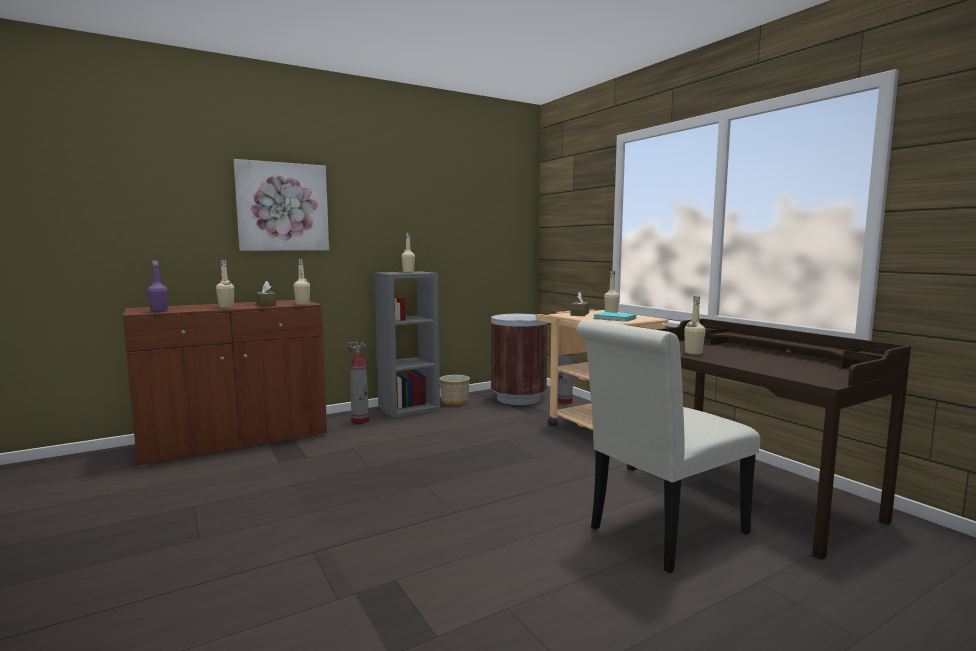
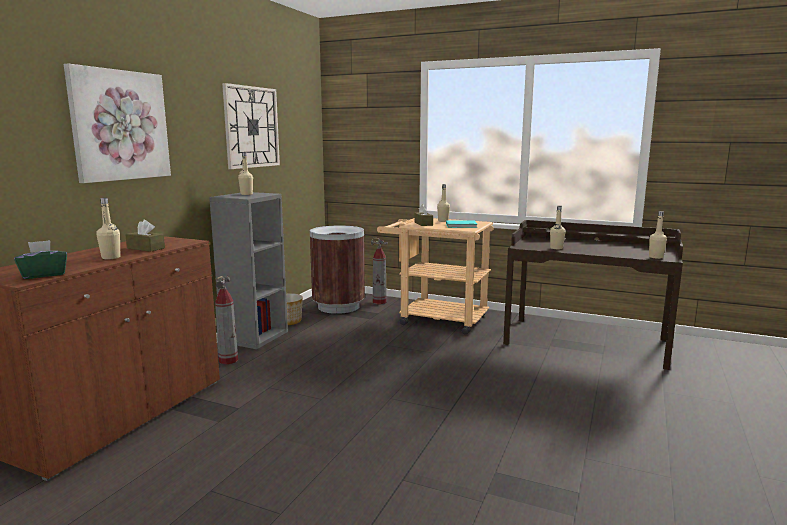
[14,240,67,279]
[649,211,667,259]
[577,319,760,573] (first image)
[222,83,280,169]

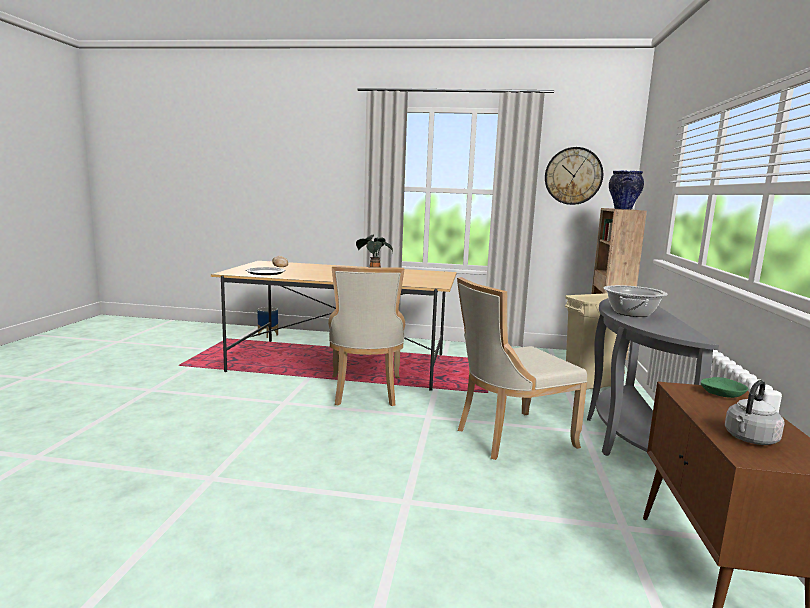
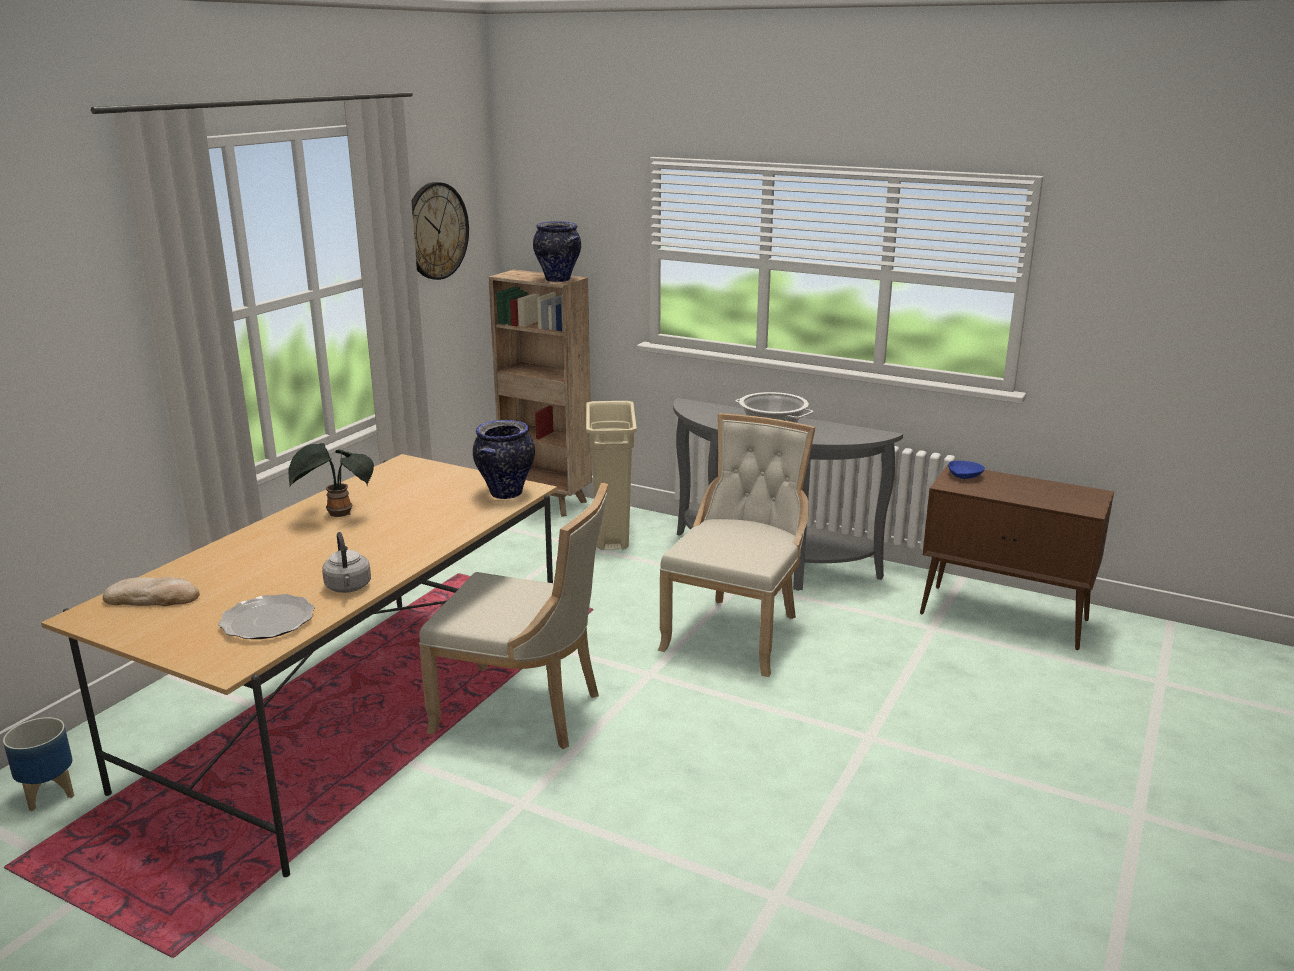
[658,413,815,677]
[948,461,985,479]
[322,532,371,593]
[473,420,535,499]

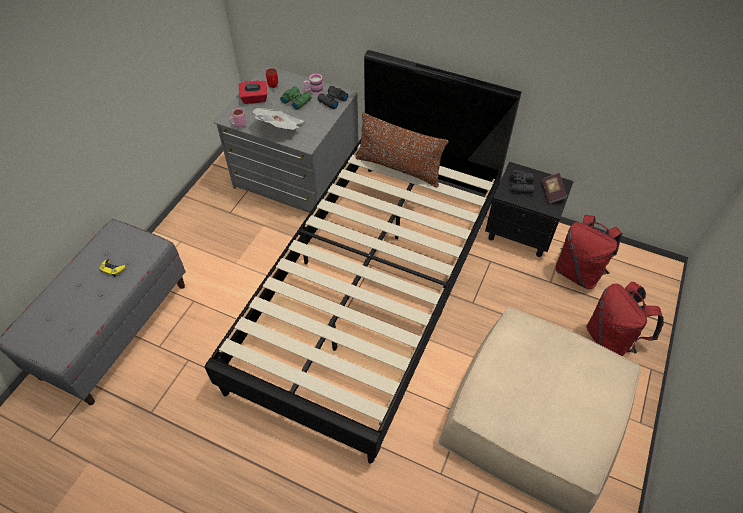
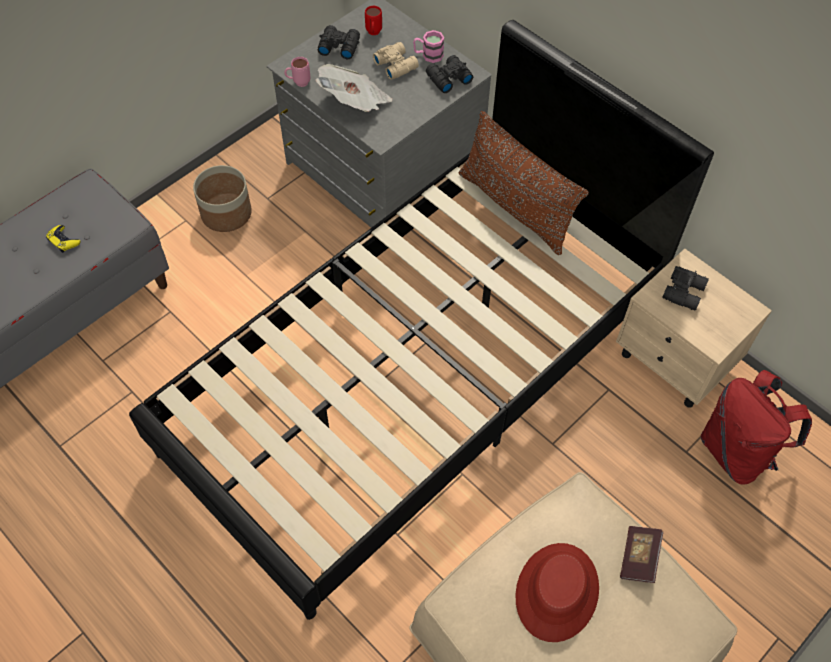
[318,25,360,59]
[373,42,419,80]
[616,249,772,408]
[620,526,663,583]
[586,282,664,356] (first image)
[193,165,252,232]
[515,543,599,642]

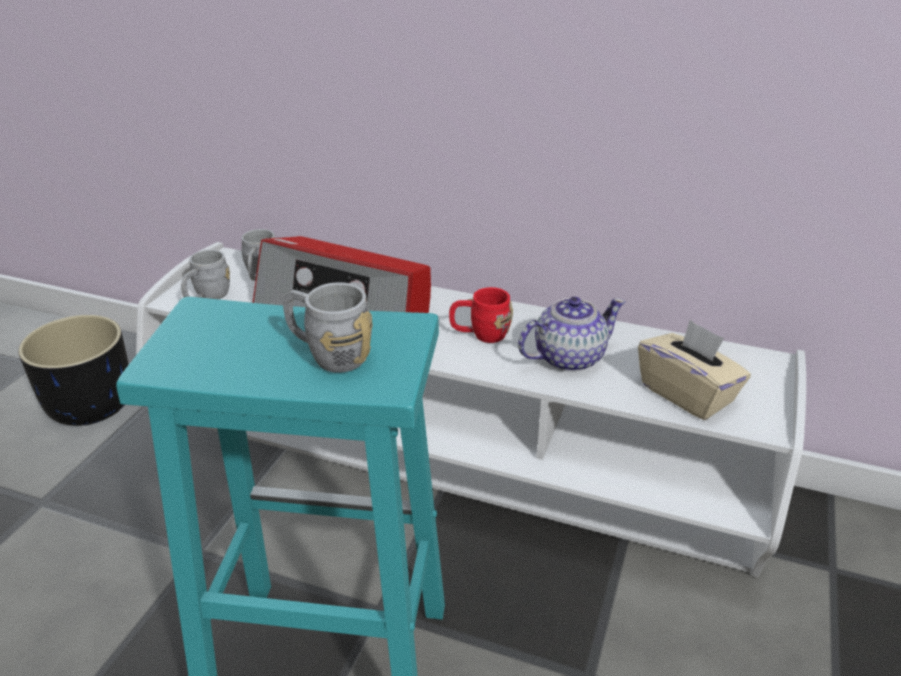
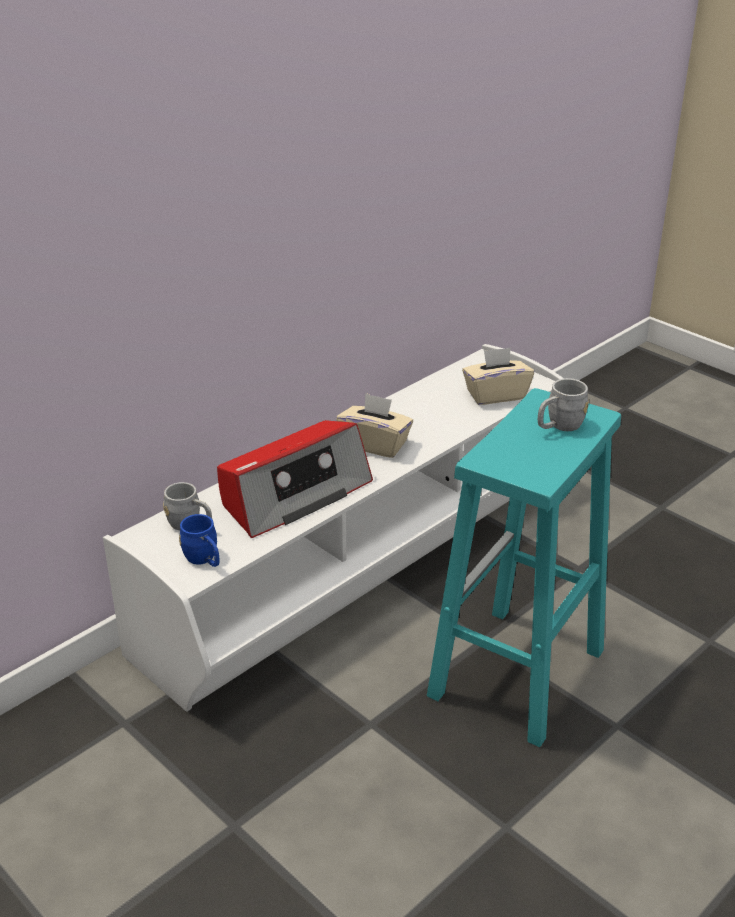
[18,315,129,426] (first image)
[179,514,220,567]
[336,393,413,458]
[518,297,625,372] (first image)

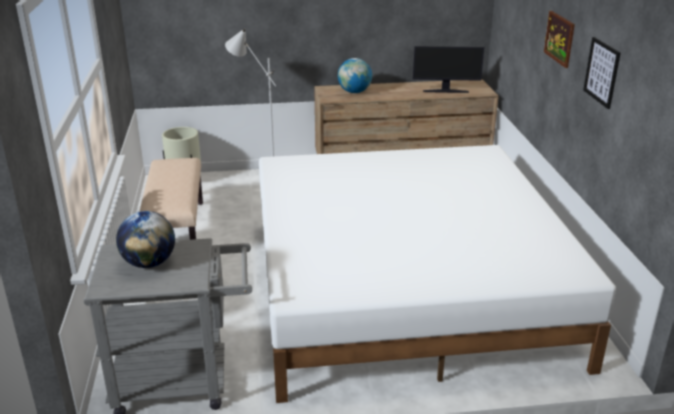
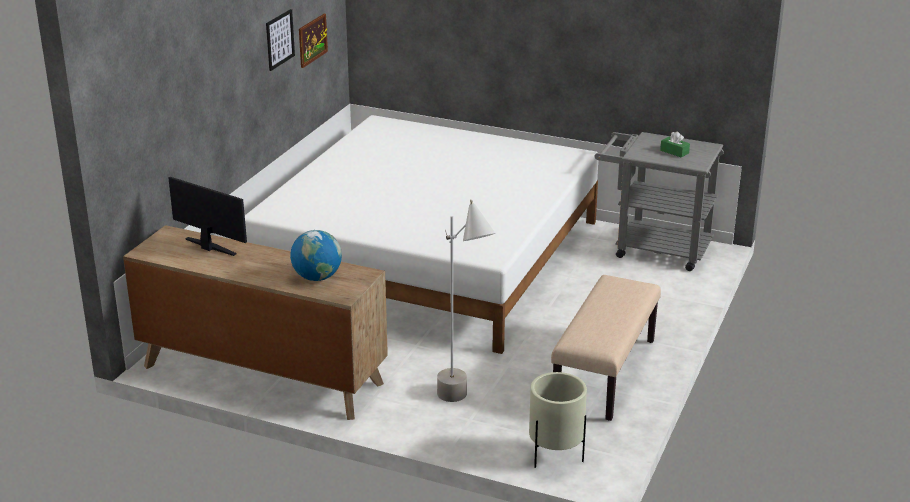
[660,131,690,158]
[299,14,328,68]

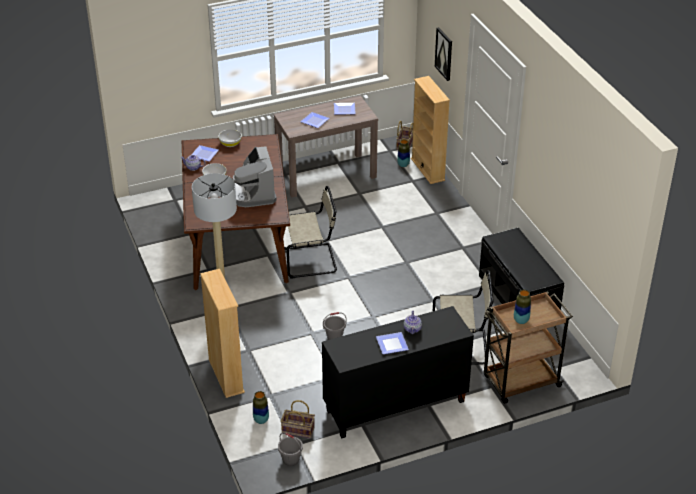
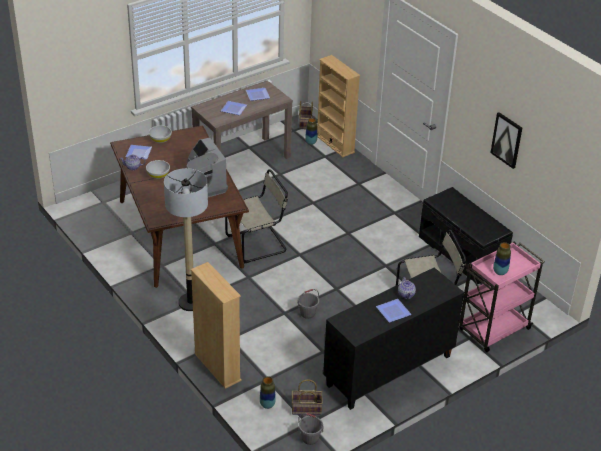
[491,112,522,169]
[459,242,545,352]

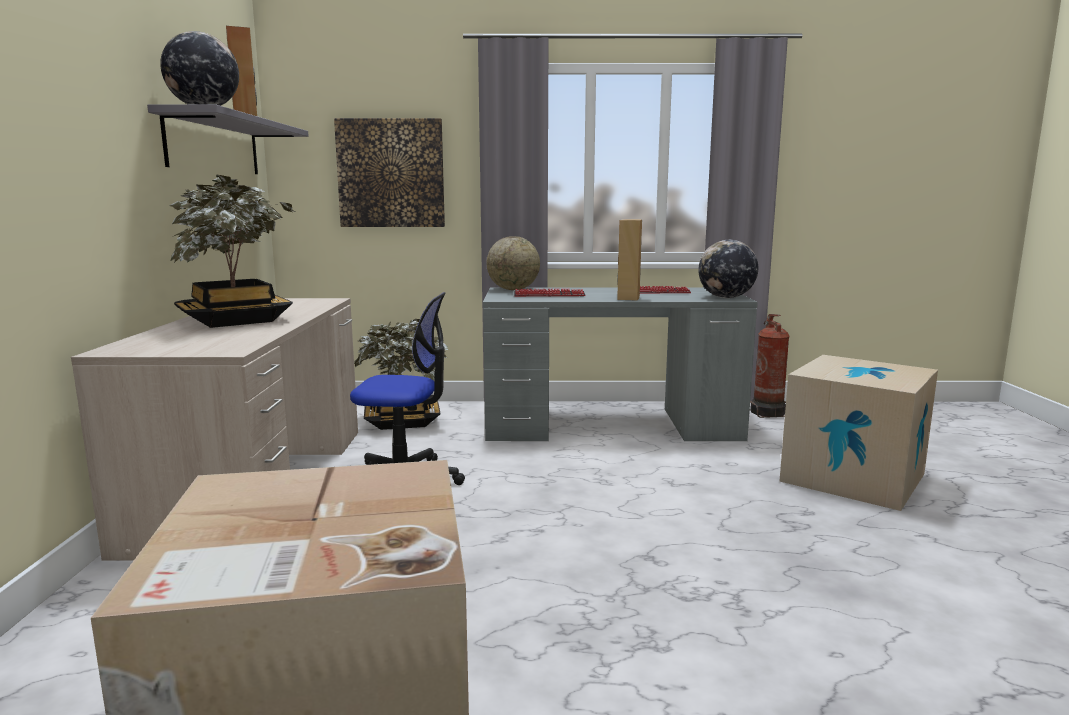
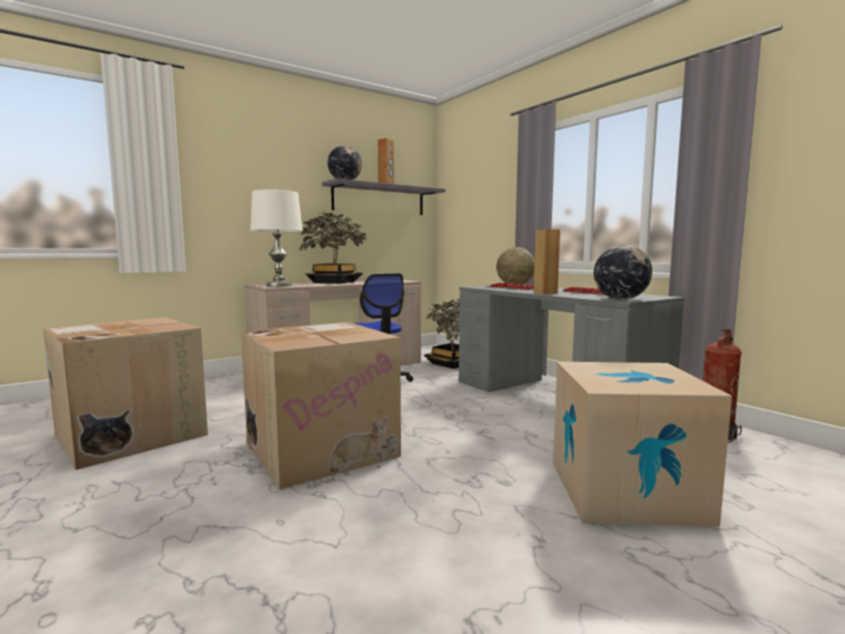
[334,118,445,227] (first image)
[241,322,401,489]
[250,189,303,287]

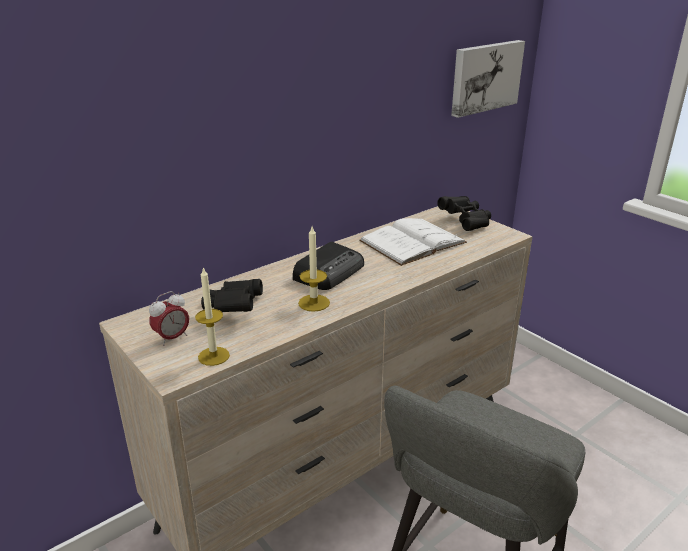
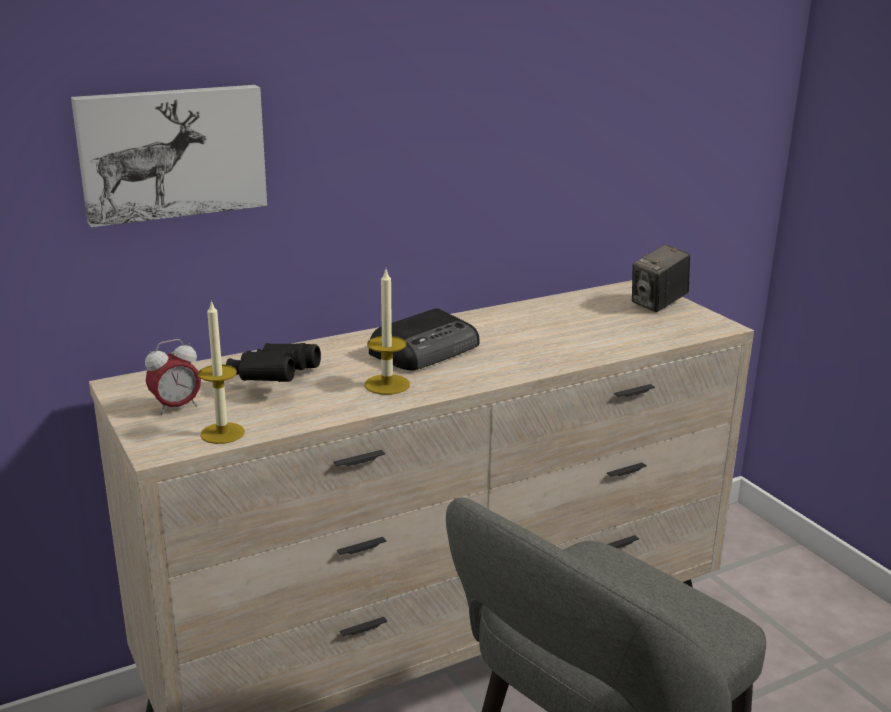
[359,218,467,266] (first image)
[632,244,690,312]
[71,85,267,227]

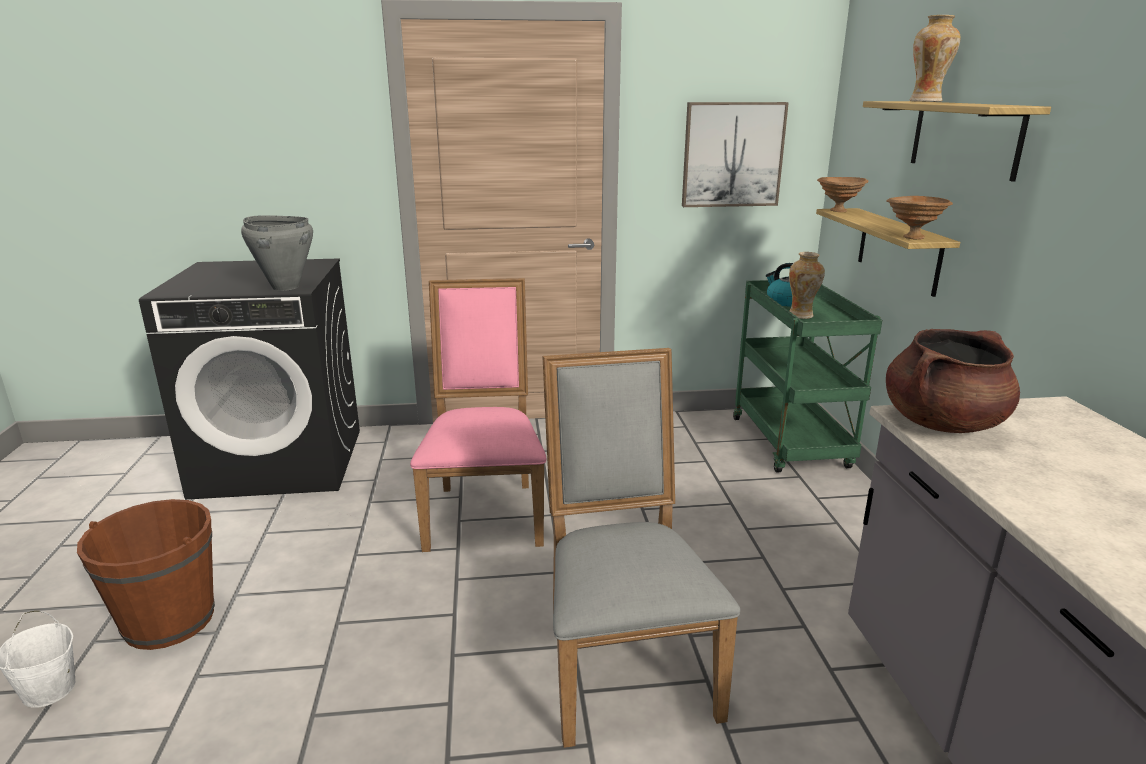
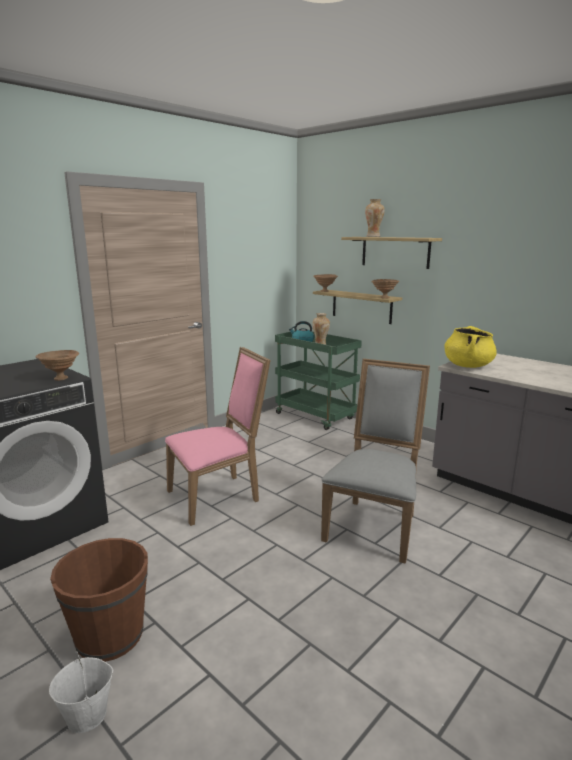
[35,350,79,381]
[165,347,270,526]
[321,359,430,563]
[682,102,789,207] (first image)
[445,326,497,368]

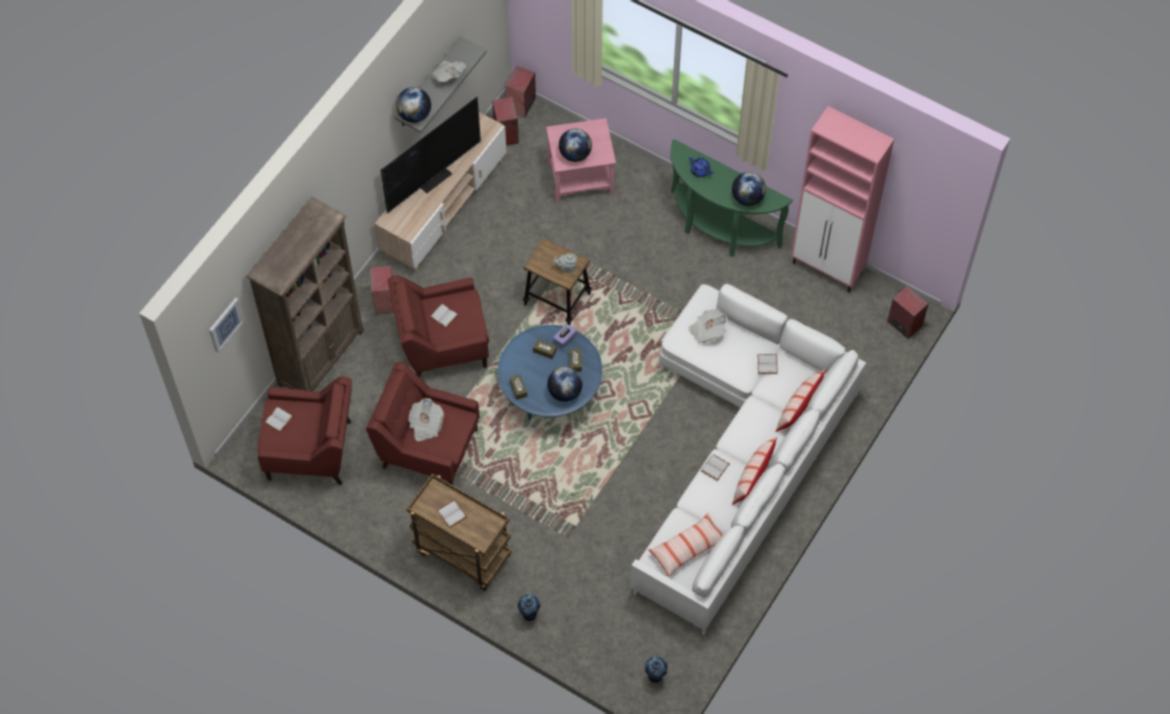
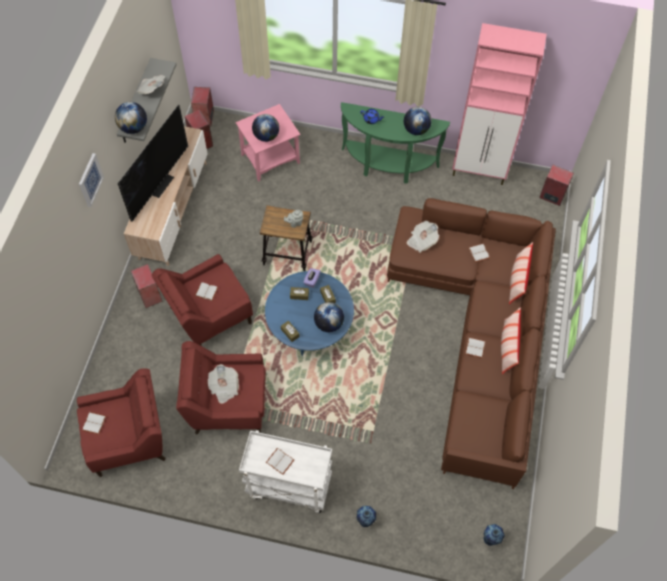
[79,153,104,207]
[246,197,364,391] (first image)
[239,430,332,513]
[387,198,556,489]
[648,512,724,577] (first image)

